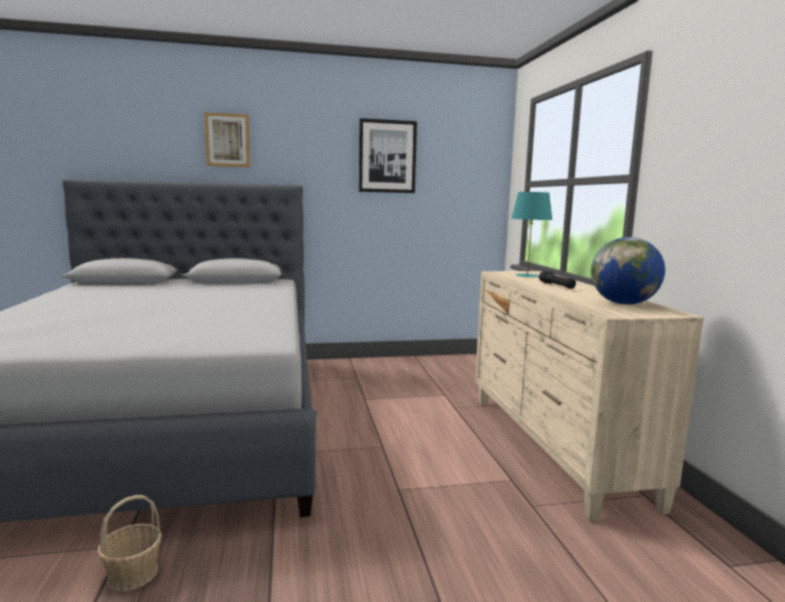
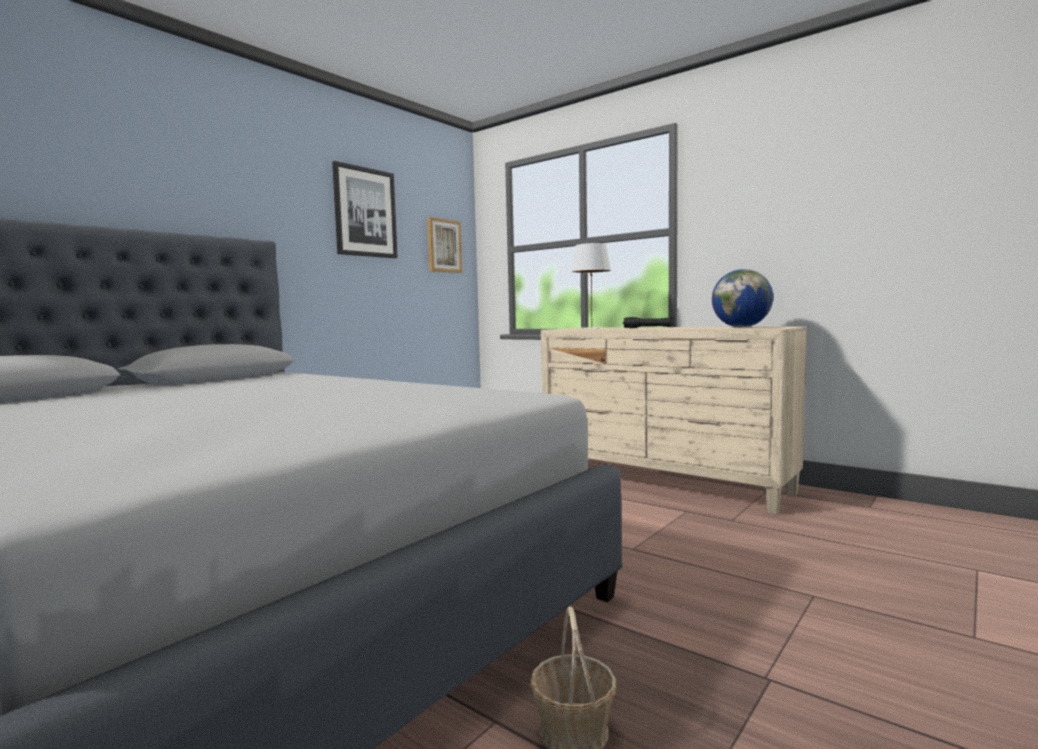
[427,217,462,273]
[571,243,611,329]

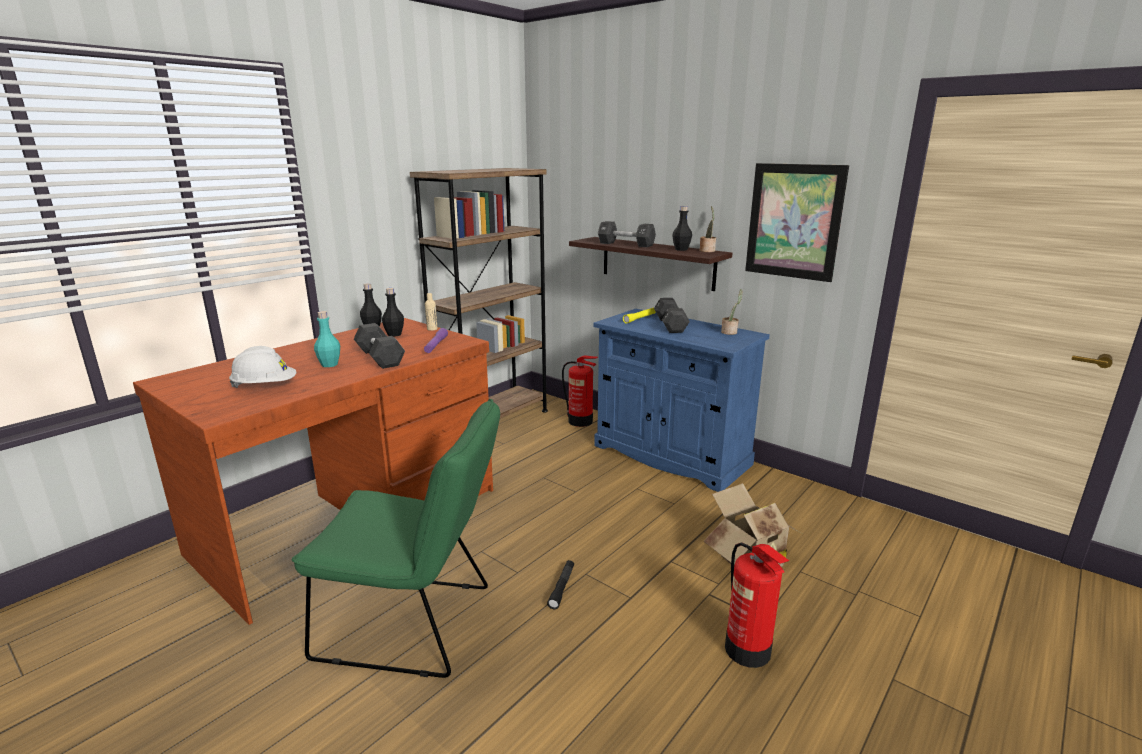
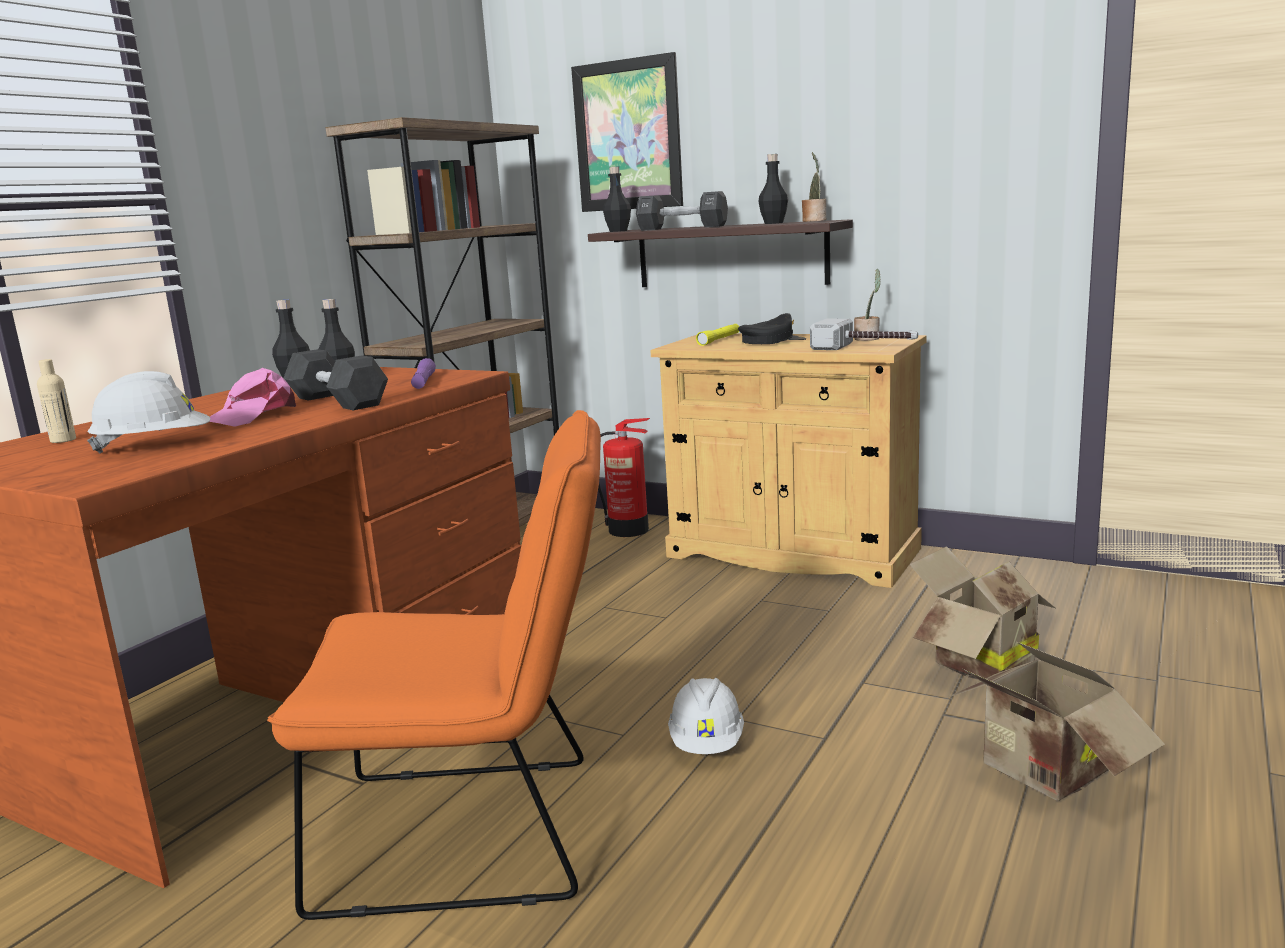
[267,410,601,920]
[209,368,296,427]
[37,359,76,443]
[668,678,744,754]
[650,333,927,588]
[738,313,806,344]
[947,642,1165,801]
[571,52,683,212]
[603,167,631,232]
[810,319,918,350]

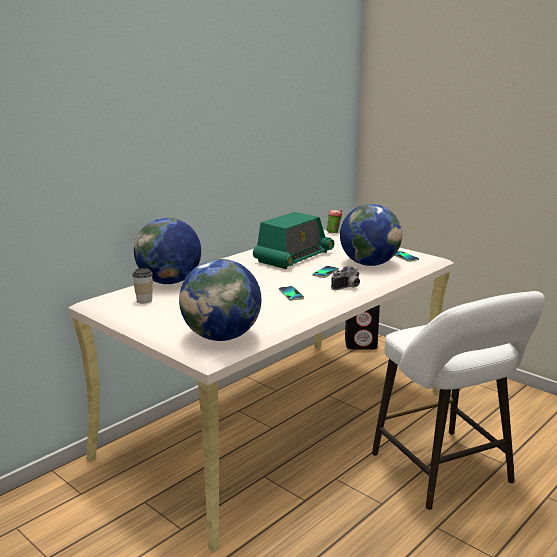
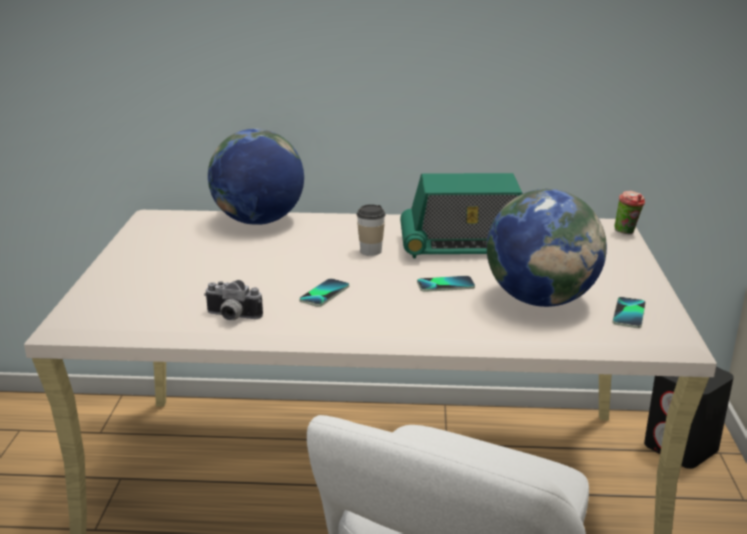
[356,204,385,256]
[179,259,261,341] (first image)
[204,280,263,320]

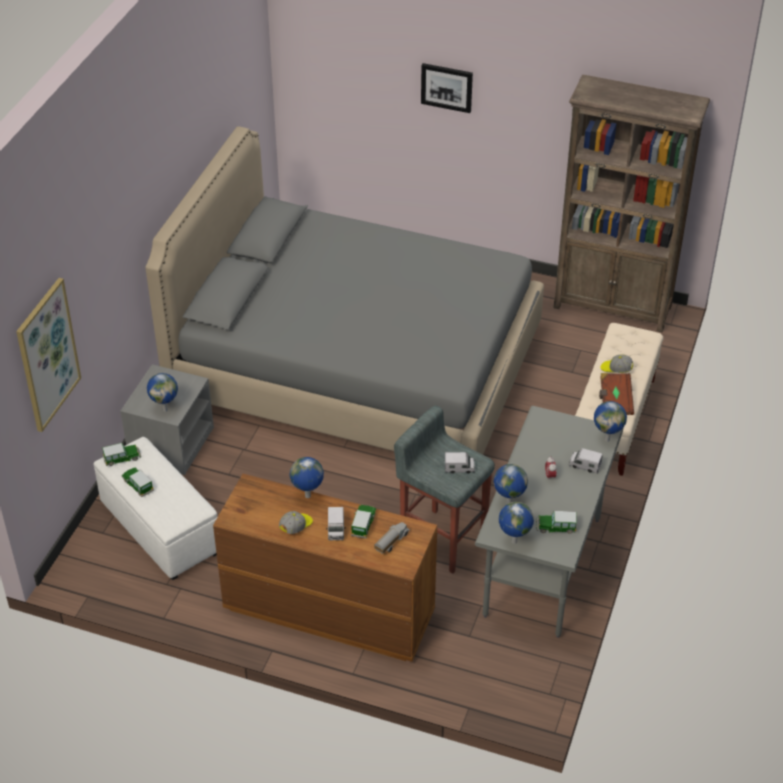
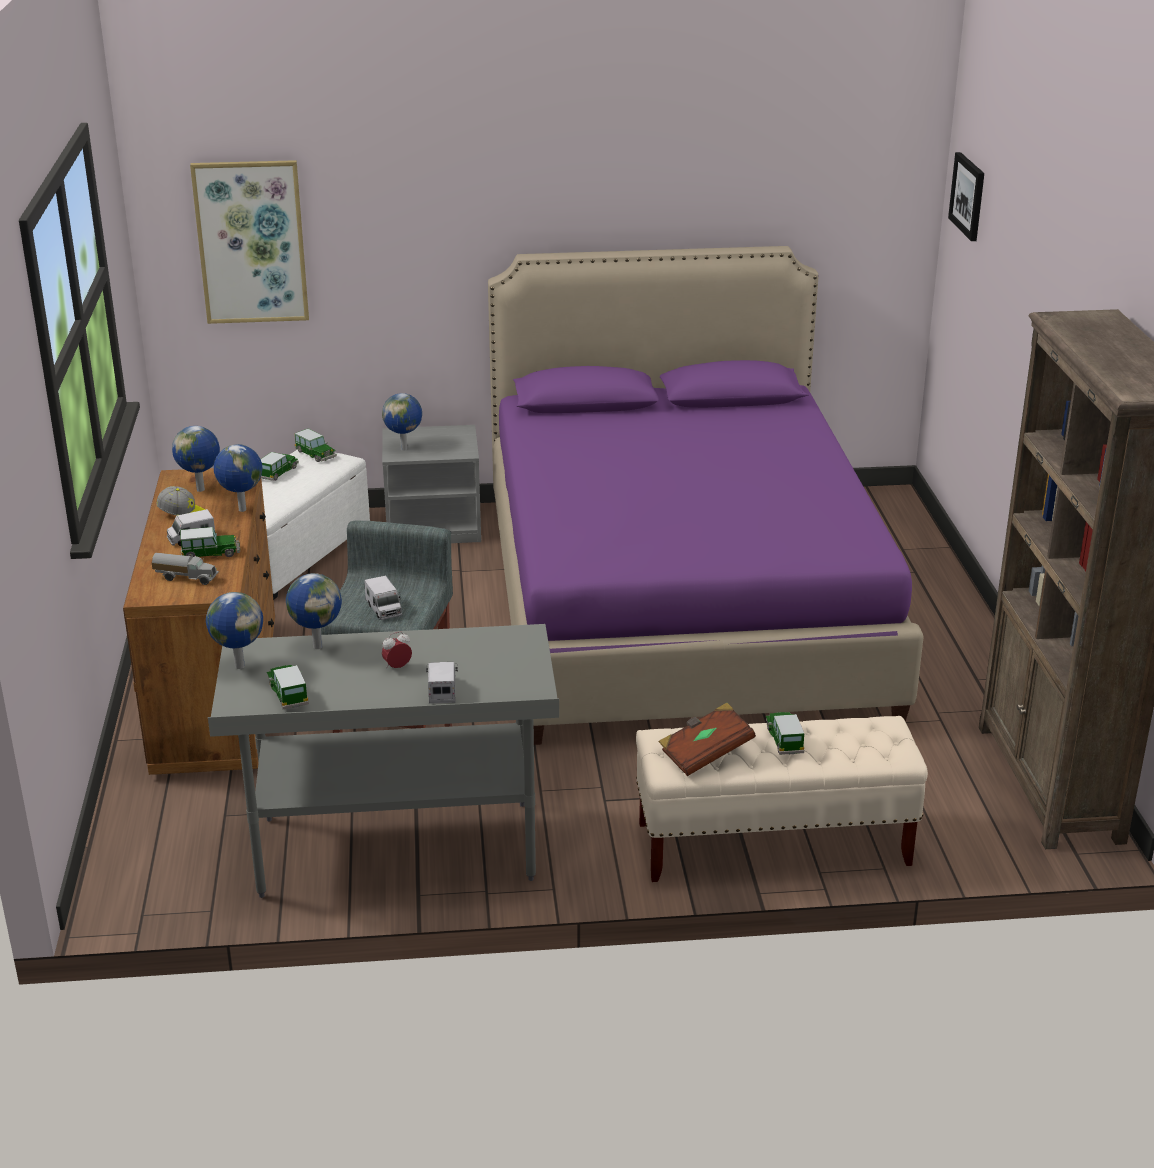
[488,246,924,745]
[948,152,984,241]
[172,426,220,492]
[766,712,804,755]

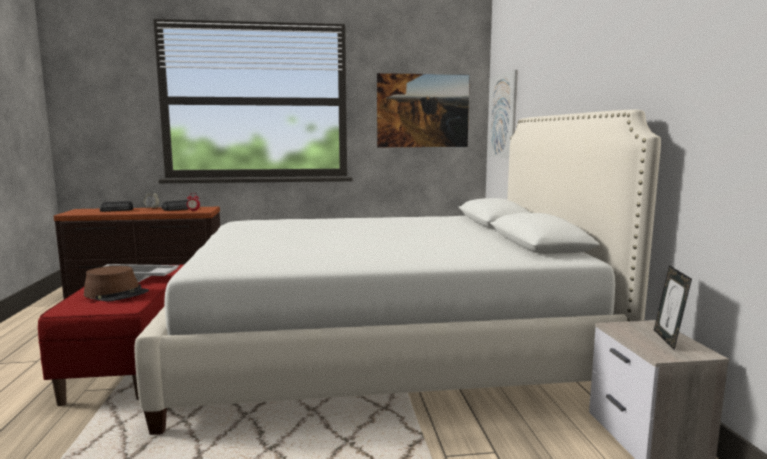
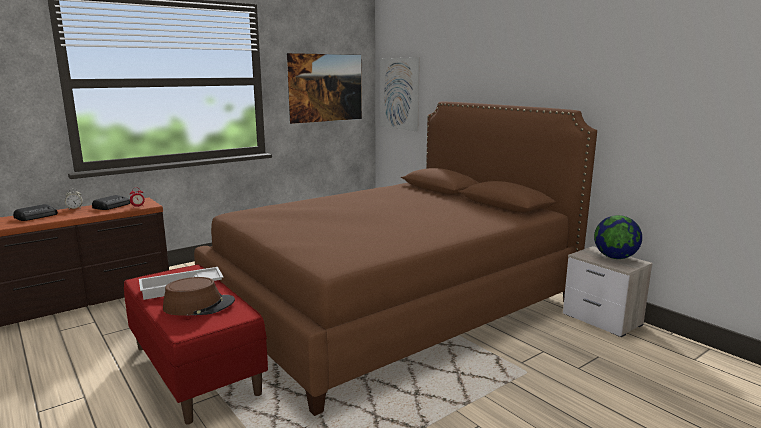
[194,101,597,416]
[594,215,642,259]

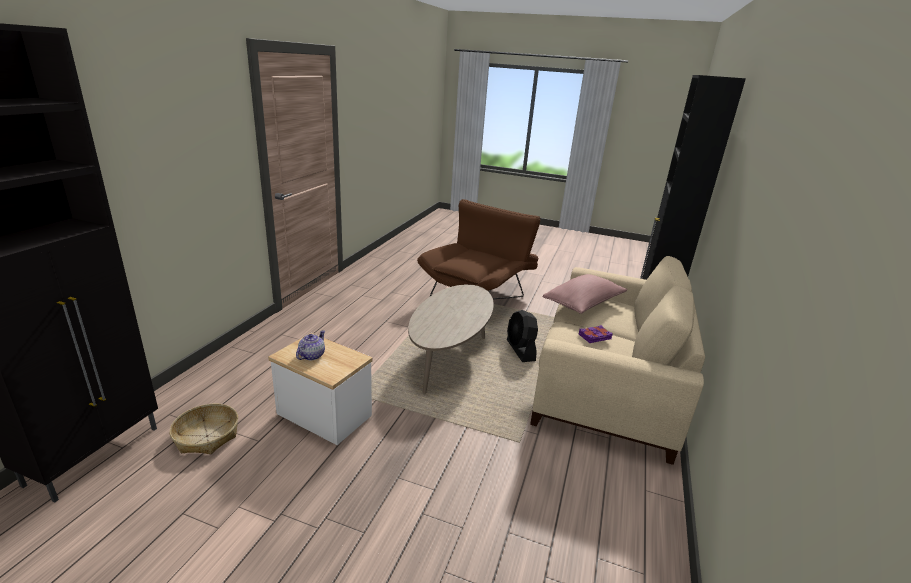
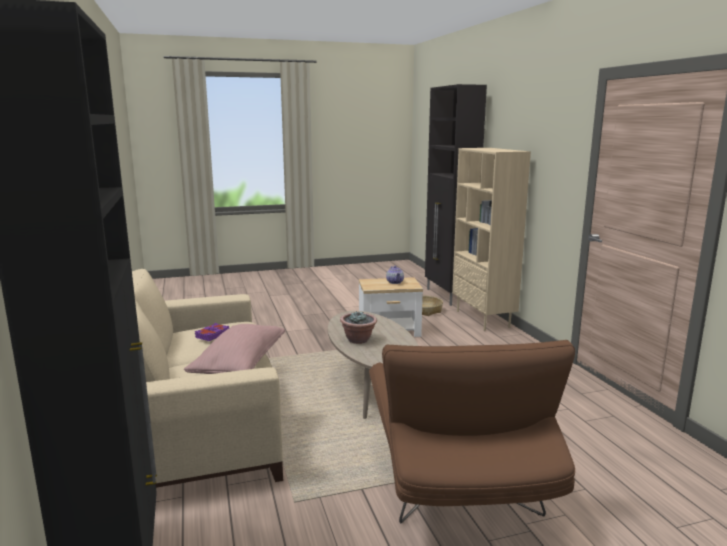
[507,310,538,362] (first image)
[340,311,377,344]
[452,148,531,331]

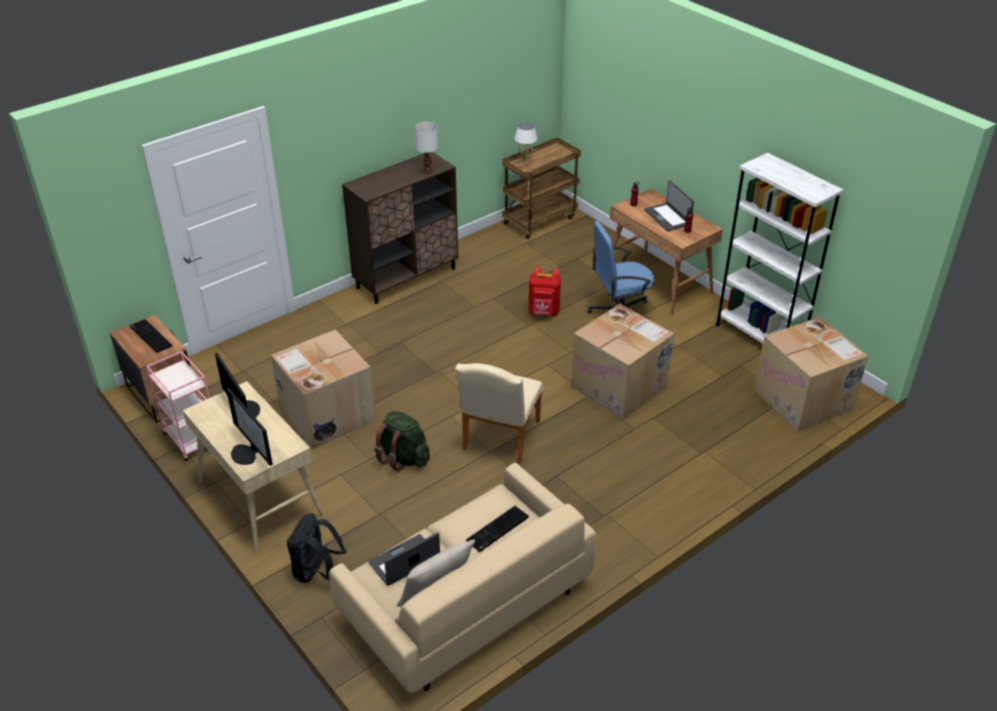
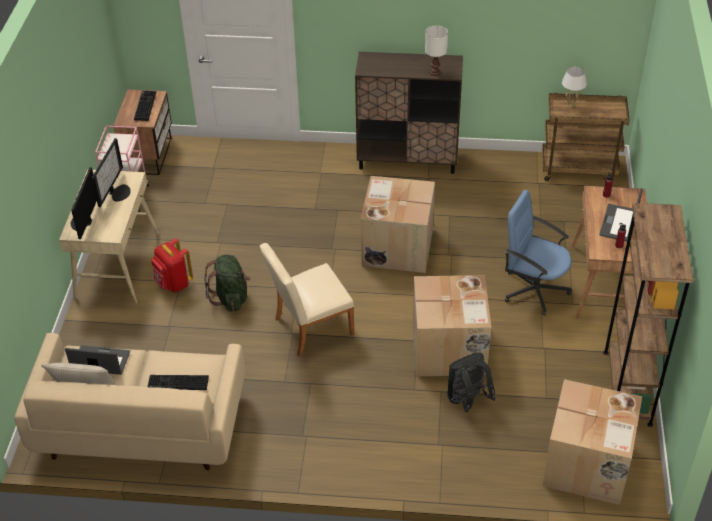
[361,176,435,273]
[447,352,496,412]
[151,238,193,293]
[603,203,693,427]

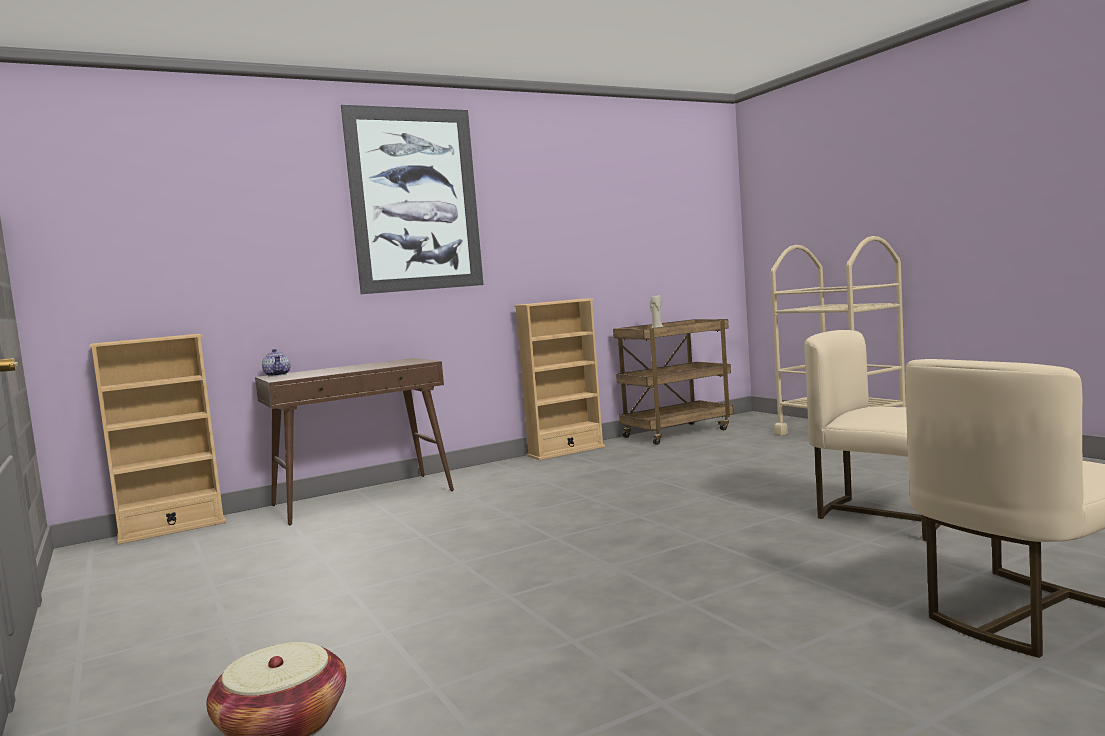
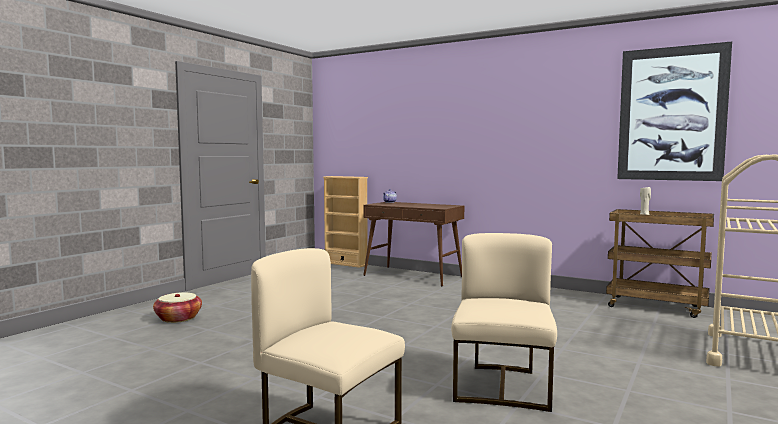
[617,42,732,181]
[514,298,605,460] (first image)

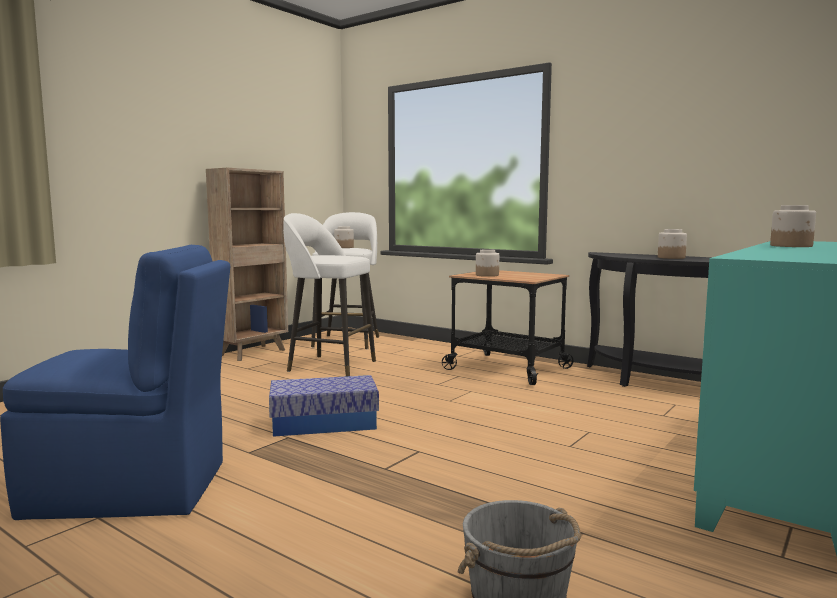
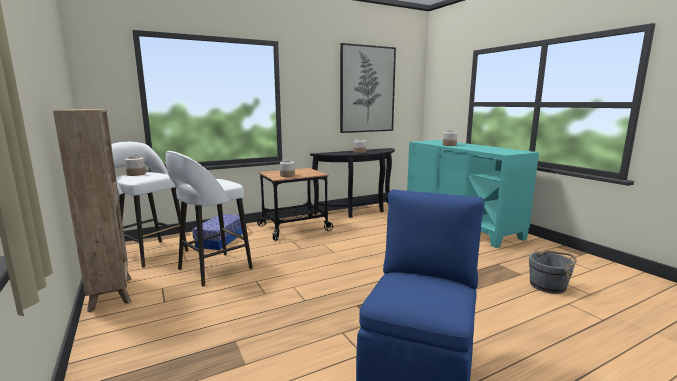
[192,214,243,250]
[340,43,396,133]

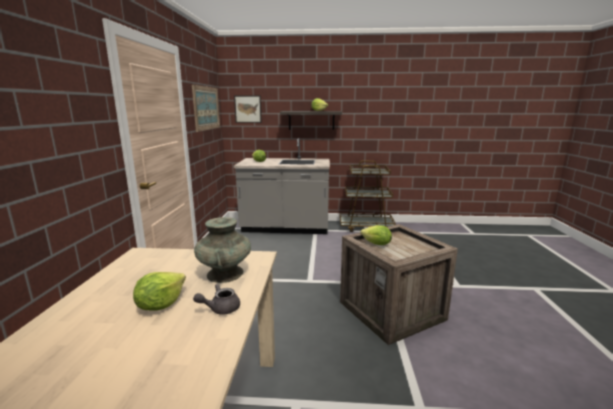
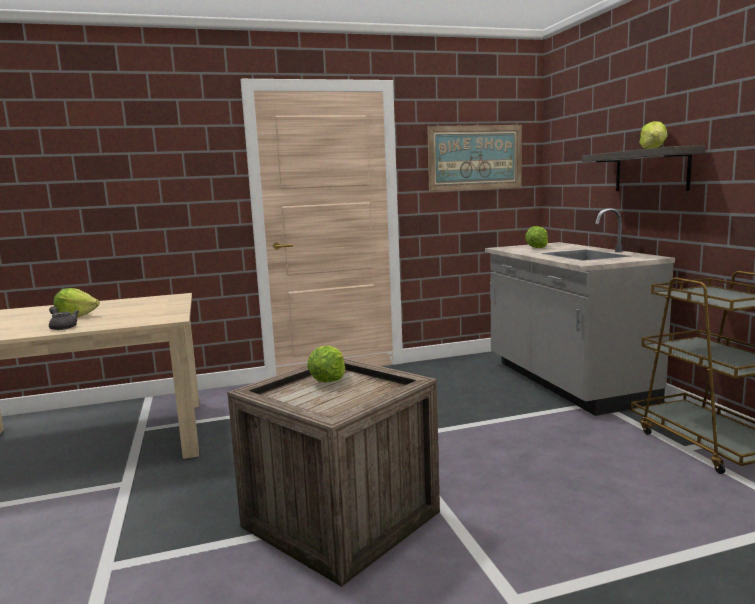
[194,217,251,283] (first image)
[234,96,262,123] (first image)

